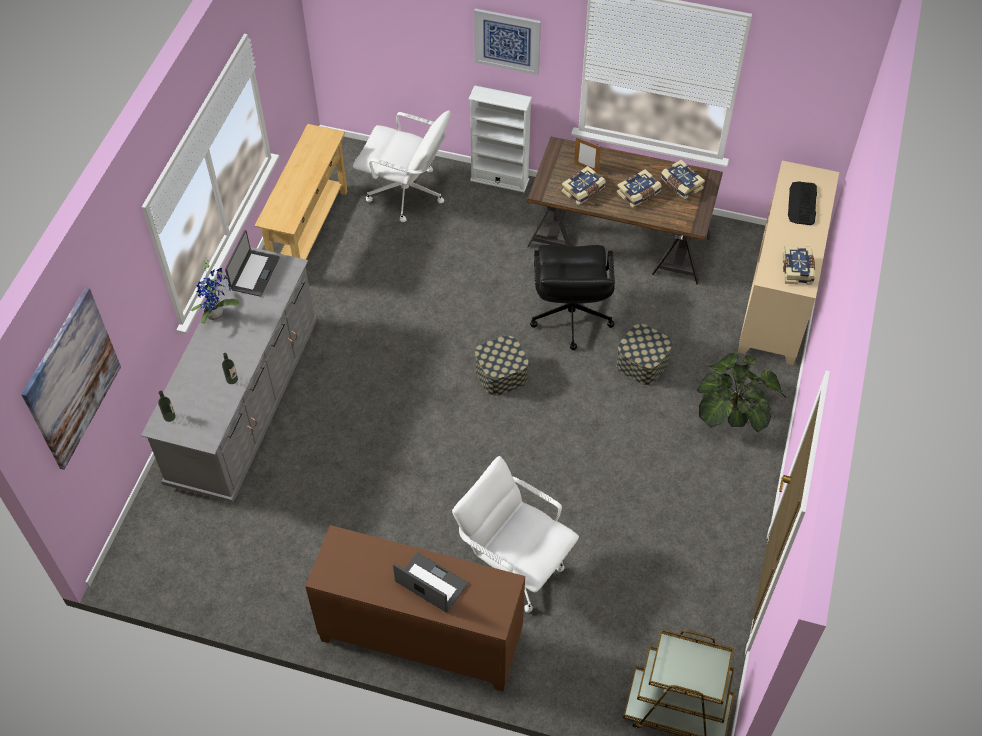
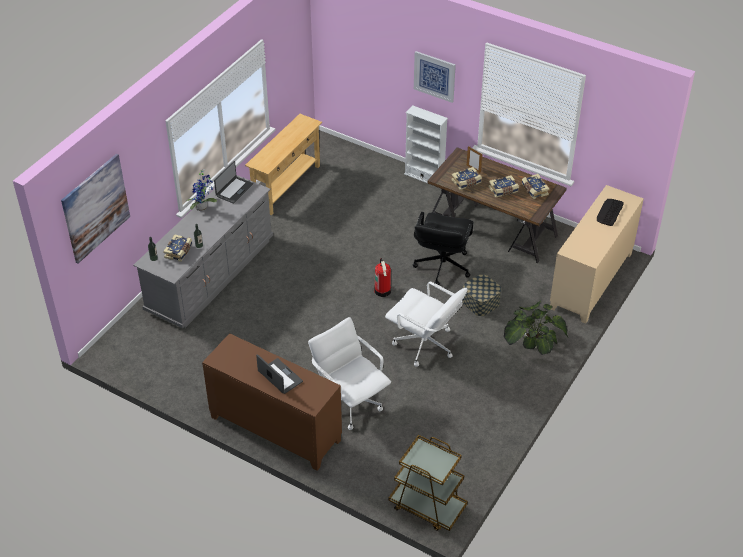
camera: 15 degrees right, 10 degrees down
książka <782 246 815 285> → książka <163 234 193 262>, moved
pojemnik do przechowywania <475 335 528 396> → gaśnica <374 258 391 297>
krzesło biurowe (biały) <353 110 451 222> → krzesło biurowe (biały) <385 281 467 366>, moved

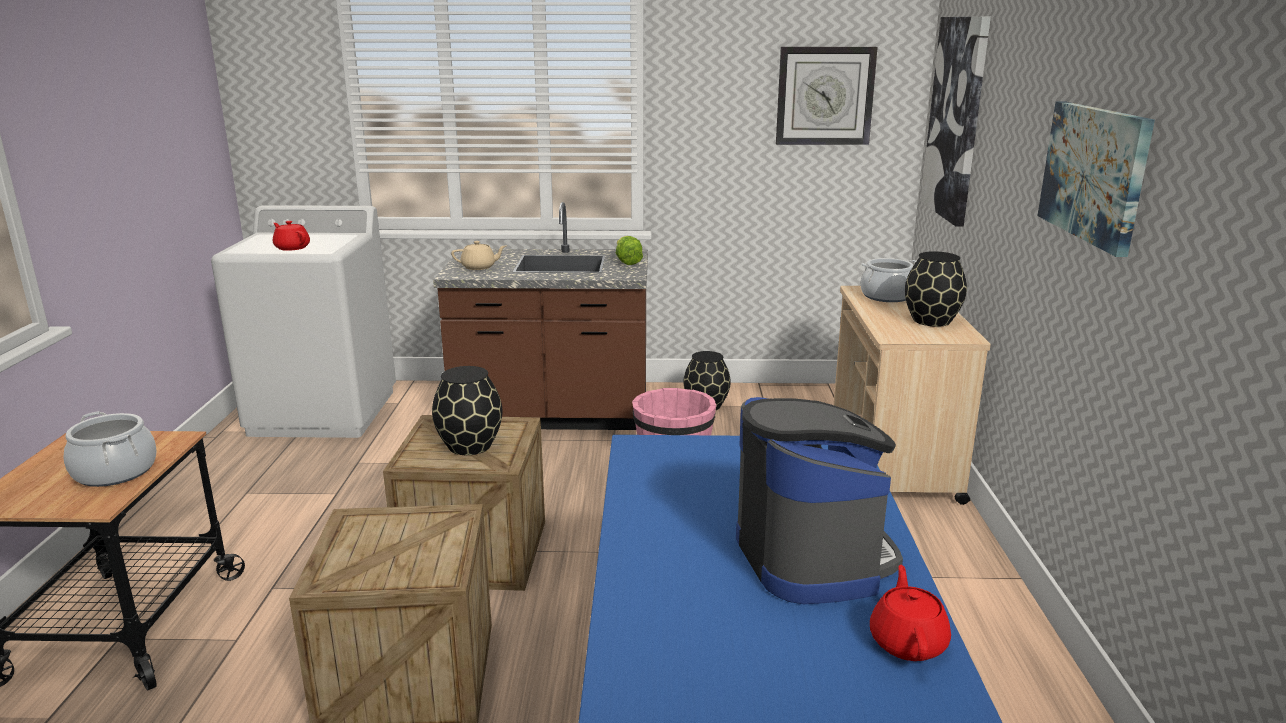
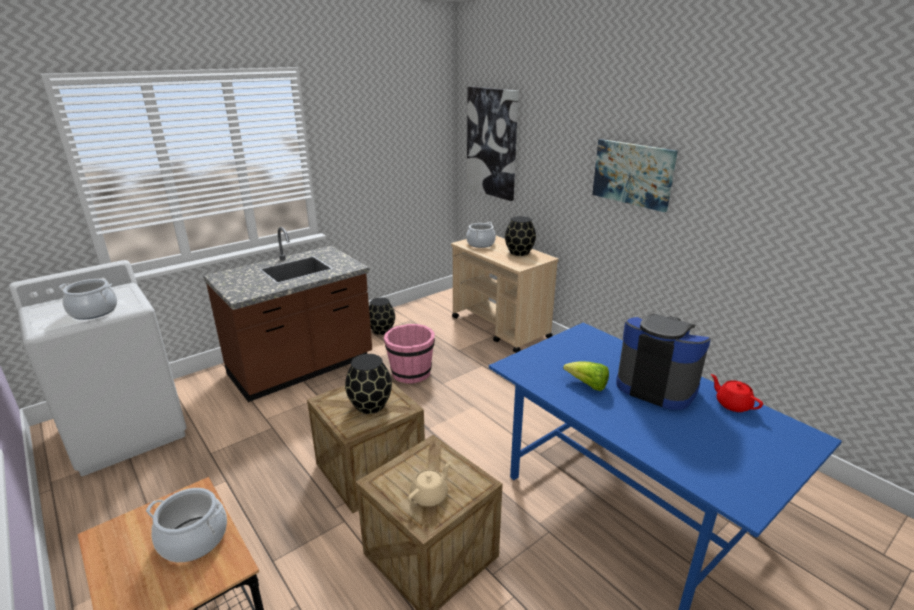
camera: 40 degrees left, 5 degrees up
imbryk (czerwony) <273 221 310 251> → garnek <58 279 117 320>
imbryk (beżowy) <451 241 506 270> → imbryk (beżowy) <408 462 451 507>, moved
sałata <616 236 643 265> → sałata <563 362 609 391>, moved
zegar ścienny <776 47 878 145> → -

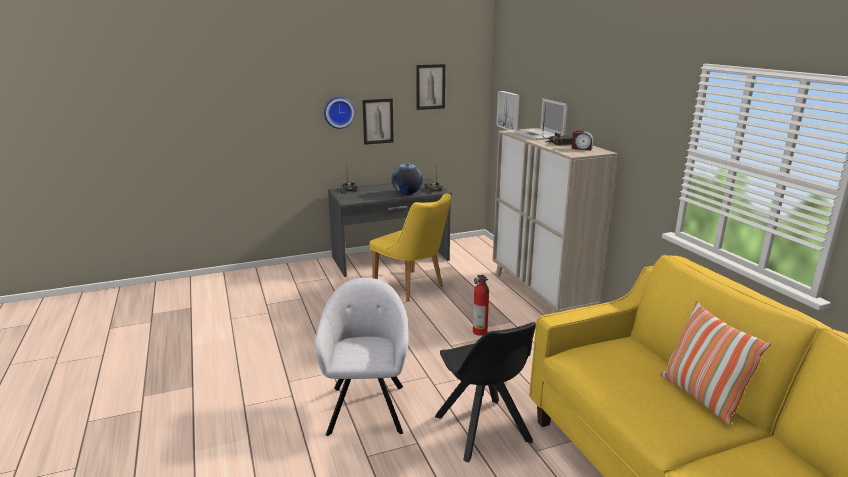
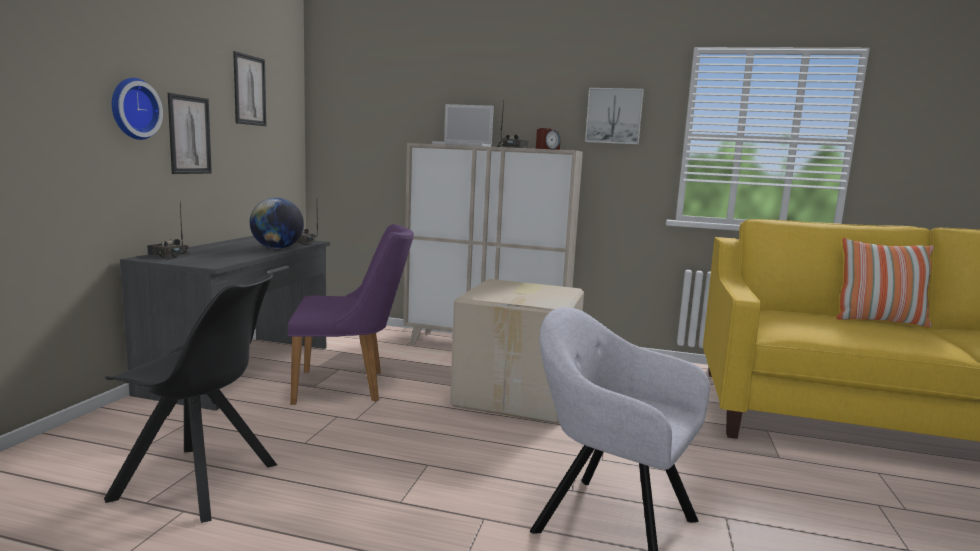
camera: 55 degrees left, 10 degrees down
krzesło (czarny) <435 322 536 463> → krzesło (czarny) <104 273 277 523>, moved
krzesło (żółty) <369 193 451 301> → krzesło (fioletowy) <287 224 414 405>
gaśnica <473 274 489 336> → karton <450 279 584 424>
obraz <496 91 519 130> → obraz <585 88 644 144>, moved

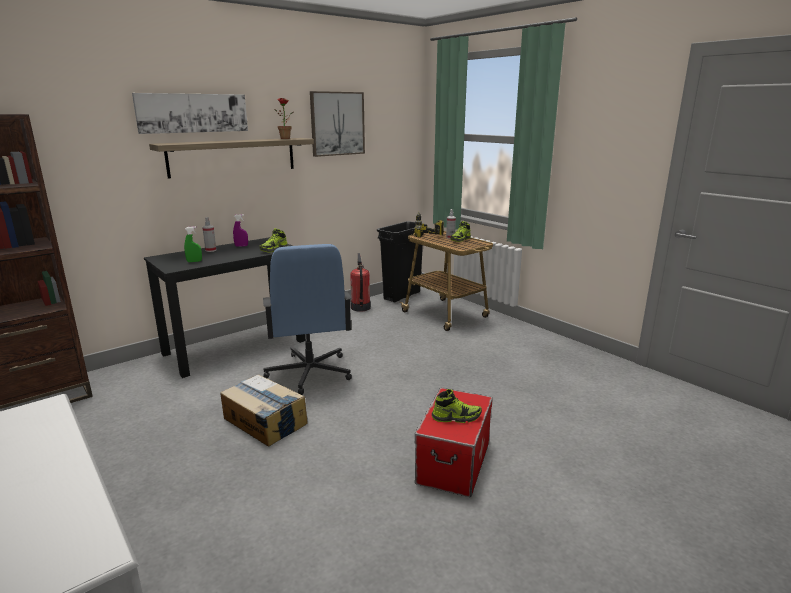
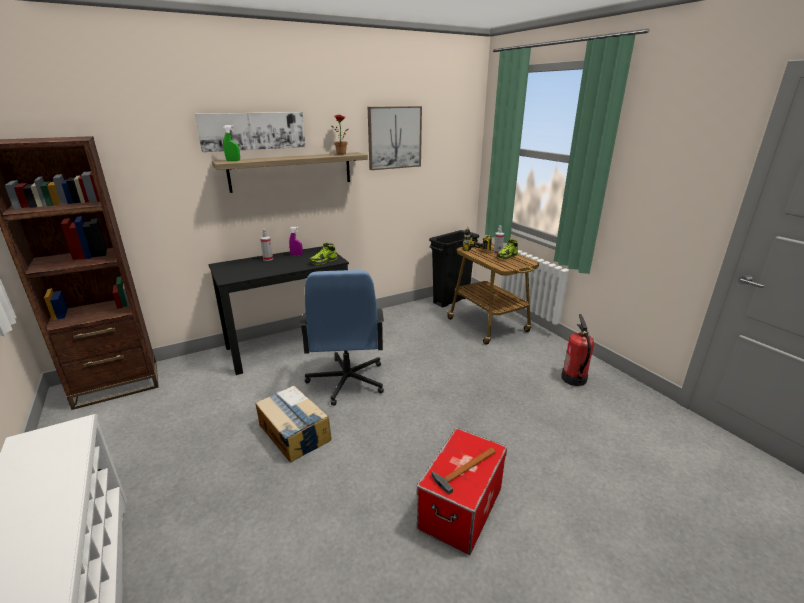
camera: 10 degrees right, 5 degrees up
spryskiwacz (zielony) <184 226 202 262> → spryskiwacz (zielony) <223 125 240 161>, moved
but <432 389 482 423> → młotek <431 448 496 495>
gaśnica <350 253 371 312> → gaśnica <561 314 594 386>, moved

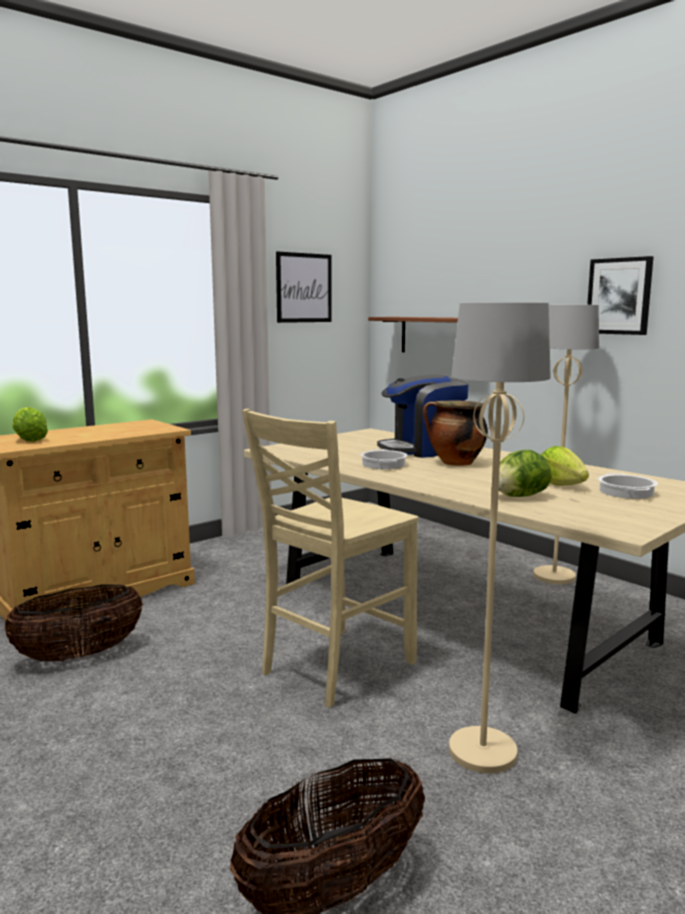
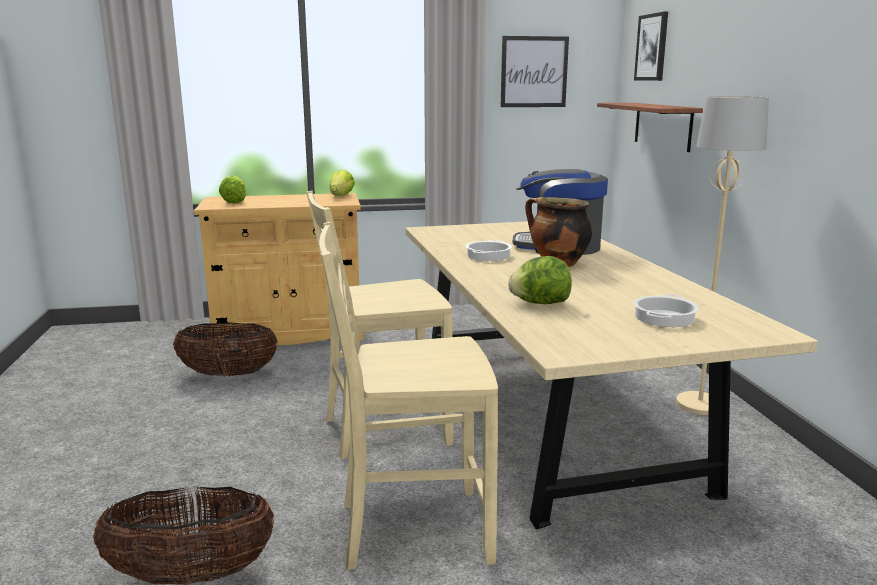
camera: 30 degrees right, 5 degrees up
lampa stojąca (beżowy) <449 303 551 773> → krzesło (beżowy) <319 222 498 571>
sałata <541 446 589 486> → sałata <330 170 355 196>, moved
obraz <587 256 654 335> → obraz <634 12 668 81>, moved

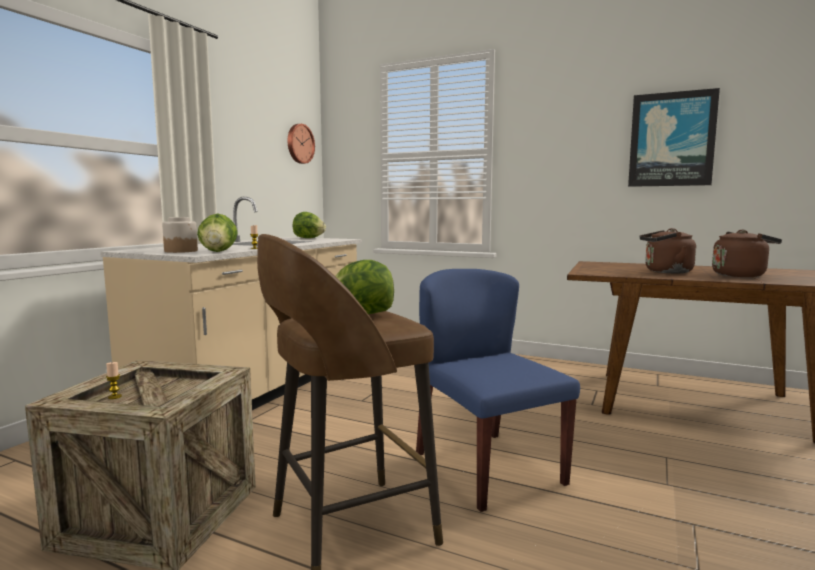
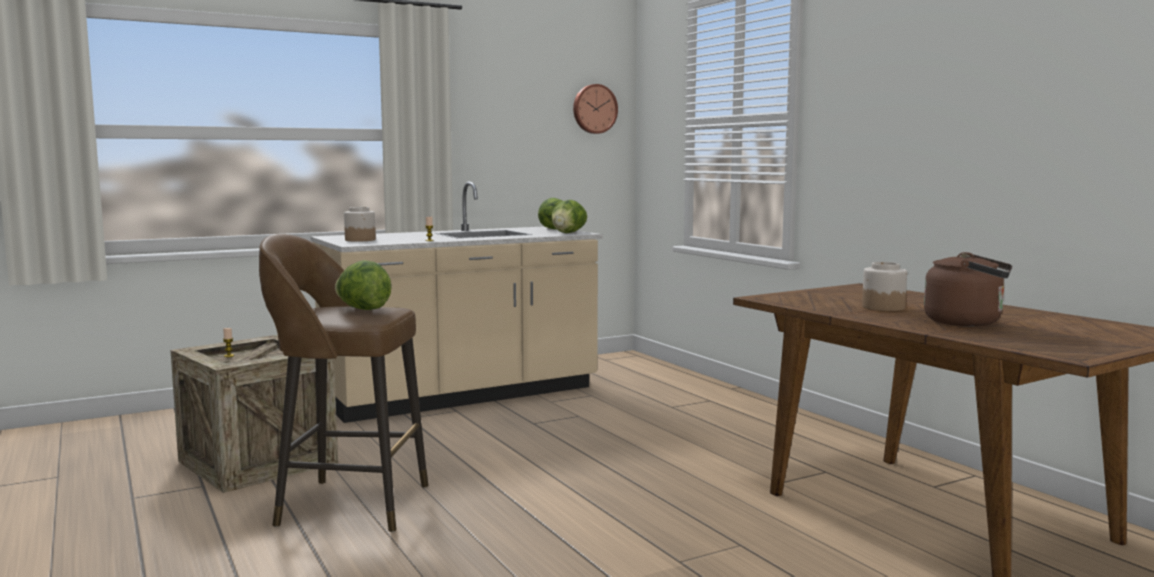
camera: 35 degrees right, 0 degrees up
sałata <197 214 238 252> → sałata <551 200 587 233>, moved
czajnik (brązowy) <639 228 696 273> → słoik <862 262 907 311>
krzesło (niebieski) <416 269 580 512> → -
obraz <628 88 720 187> → -

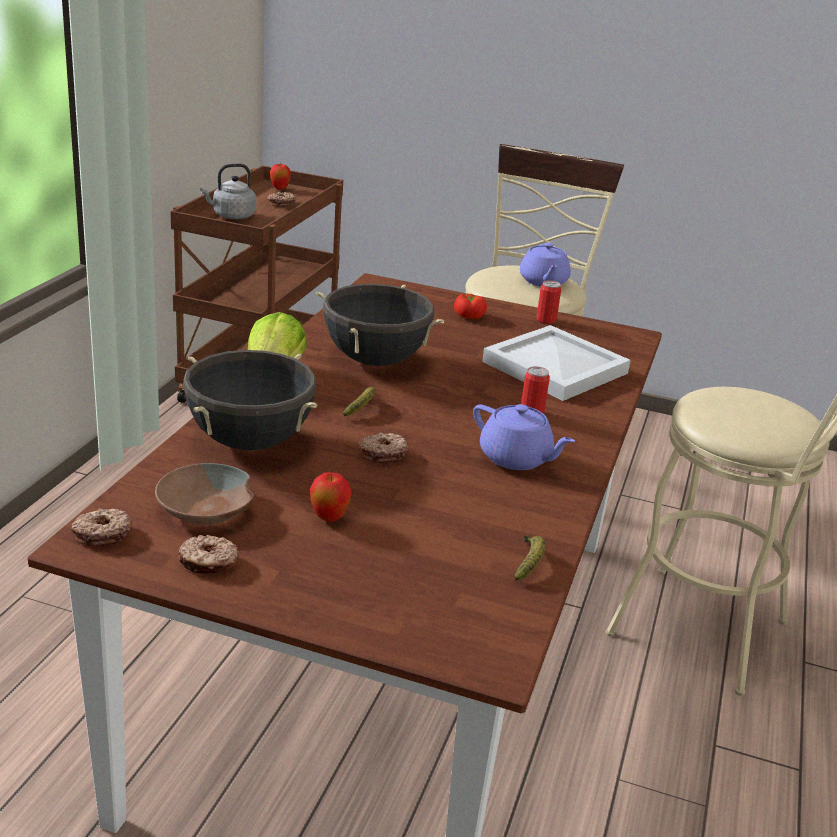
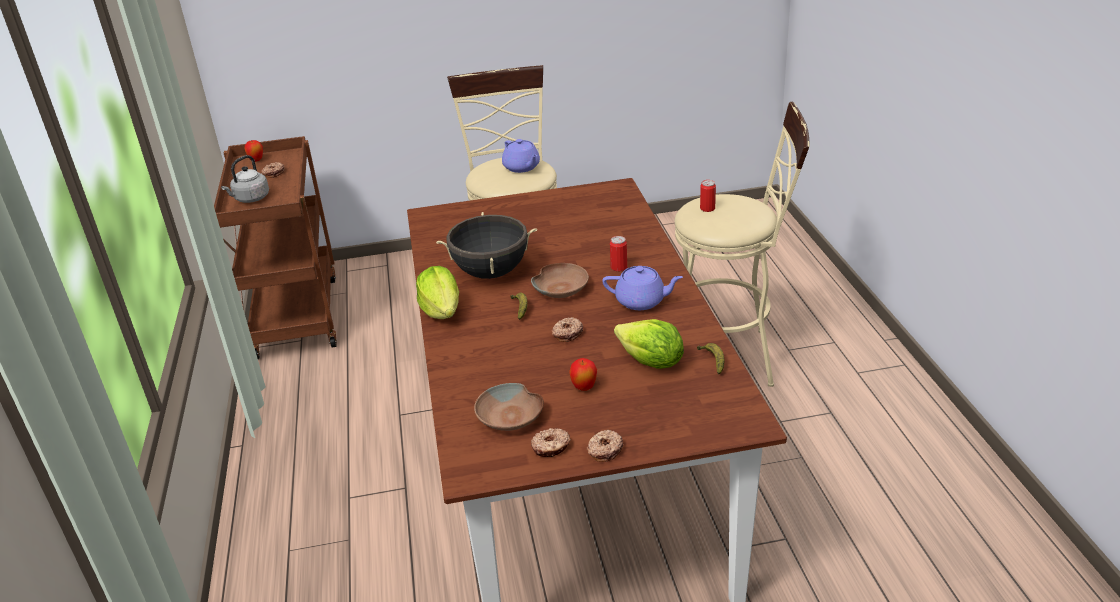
camera: 25 degrees left, 5 degrees up
- → miska (brązowy) <531 263 589 298>
donut <71 508 132 547> → donut <587 430 623 462>, moved
- → sałata <614 319 684 369>
puszka <536 280 561 324> → puszka <700 180 716 212>, moved
garnek (czarny) <183 350 318 450> → -
pomidor <454 294 487 319> → -
taca (biały) <482 325 631 401> → -

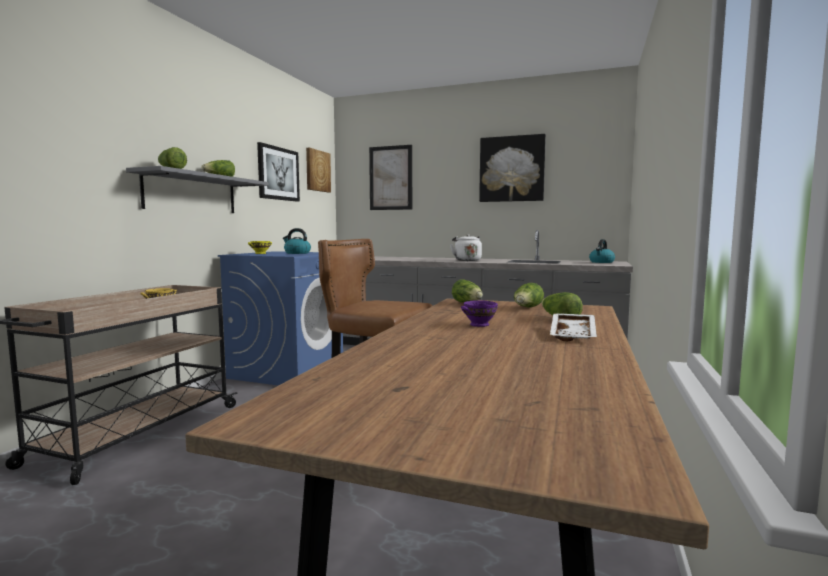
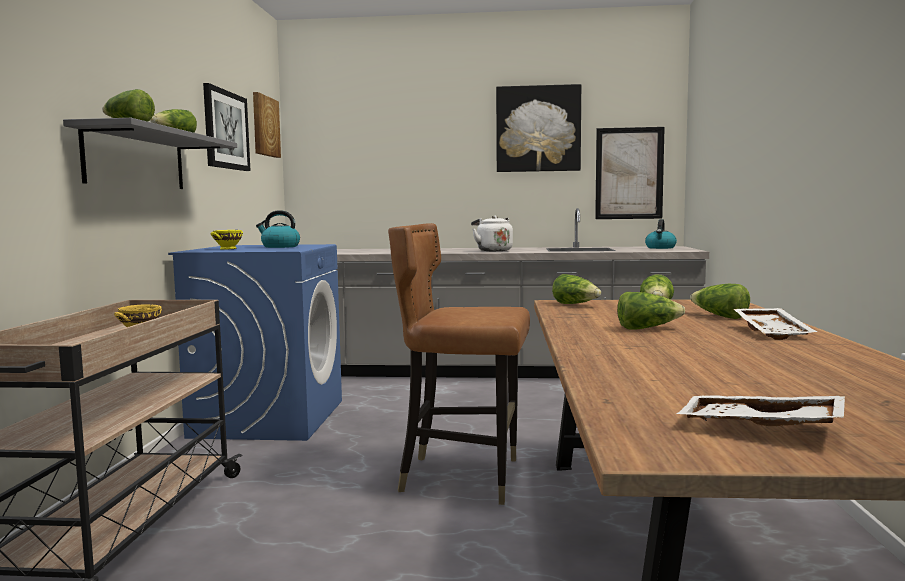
camera: 15 degrees left, 0 degrees up
obraz <369 145 412 210> → obraz <595 127 665 219>, moved
miska (fioletowy) <461 300 498 327> → sałata <617 292 685 330>
- → taca (biały) <676 395 845 426>

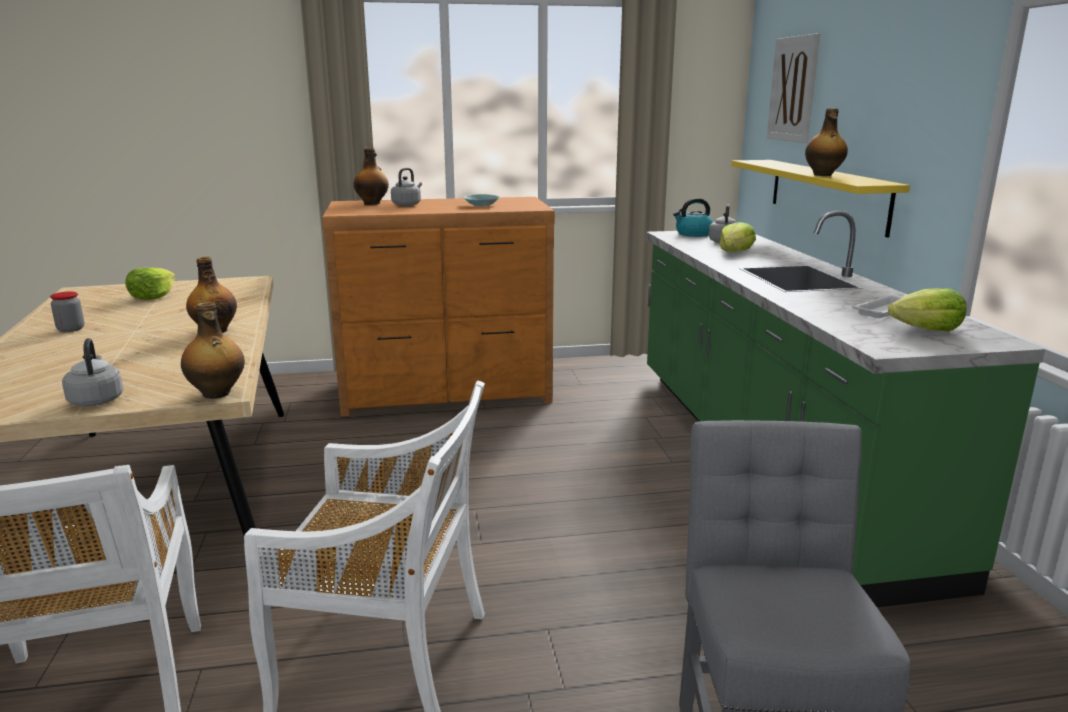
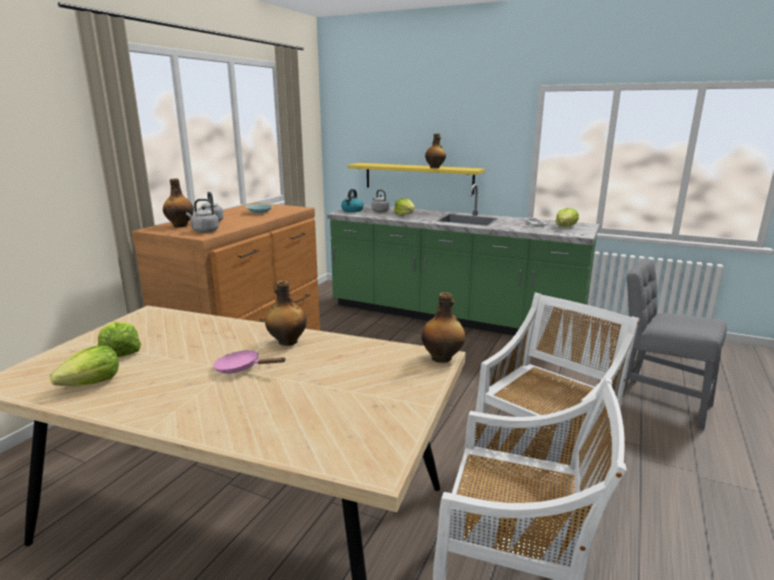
camera: 55 degrees left, 0 degrees up
- → sałata <49 346 119 386>
czajnik (szary) <62 338 123 406> → czajnik (szary) <186 199 219 233>, moved
- → patelnia (różowy) <213 350 286 374>
słoik <50 291 84 332> → -
obraz <767 33 820 143> → -

